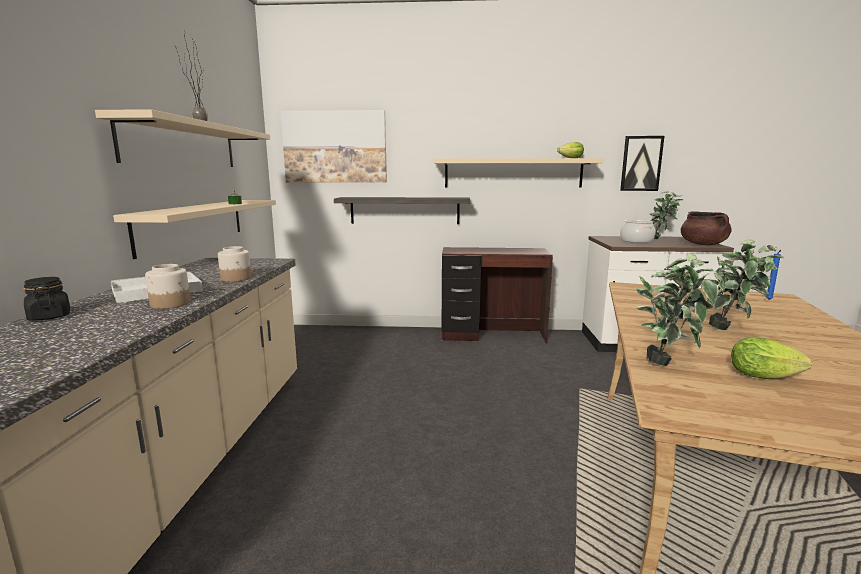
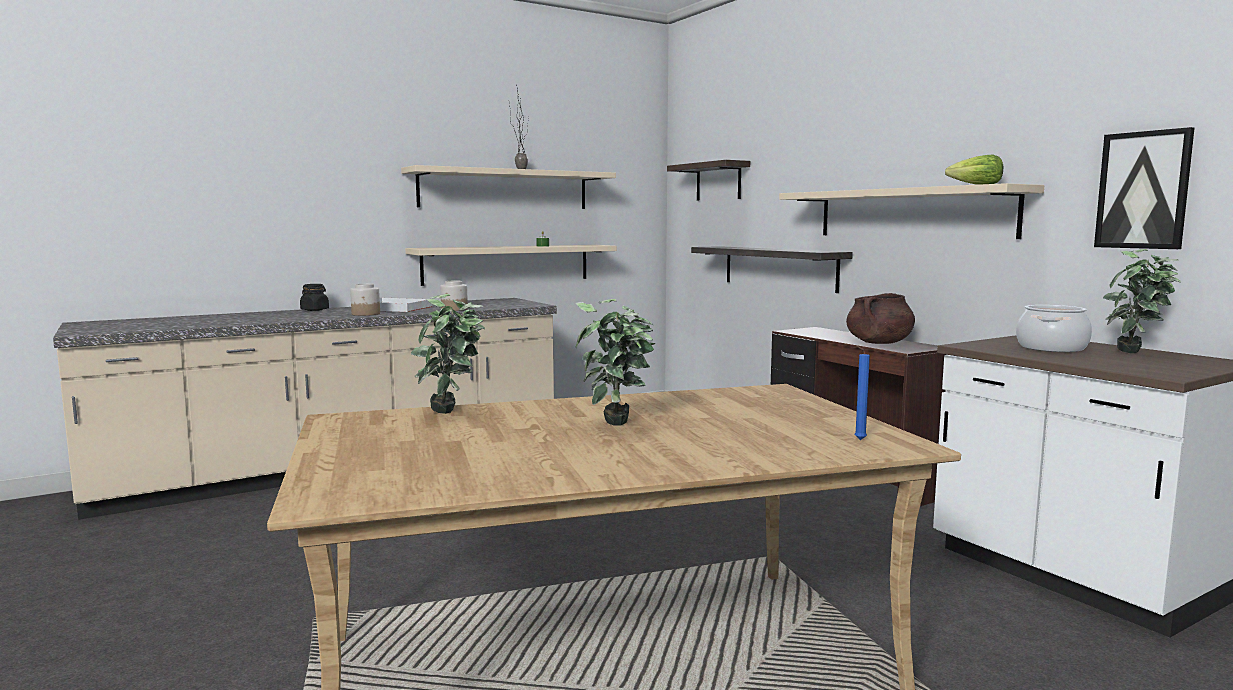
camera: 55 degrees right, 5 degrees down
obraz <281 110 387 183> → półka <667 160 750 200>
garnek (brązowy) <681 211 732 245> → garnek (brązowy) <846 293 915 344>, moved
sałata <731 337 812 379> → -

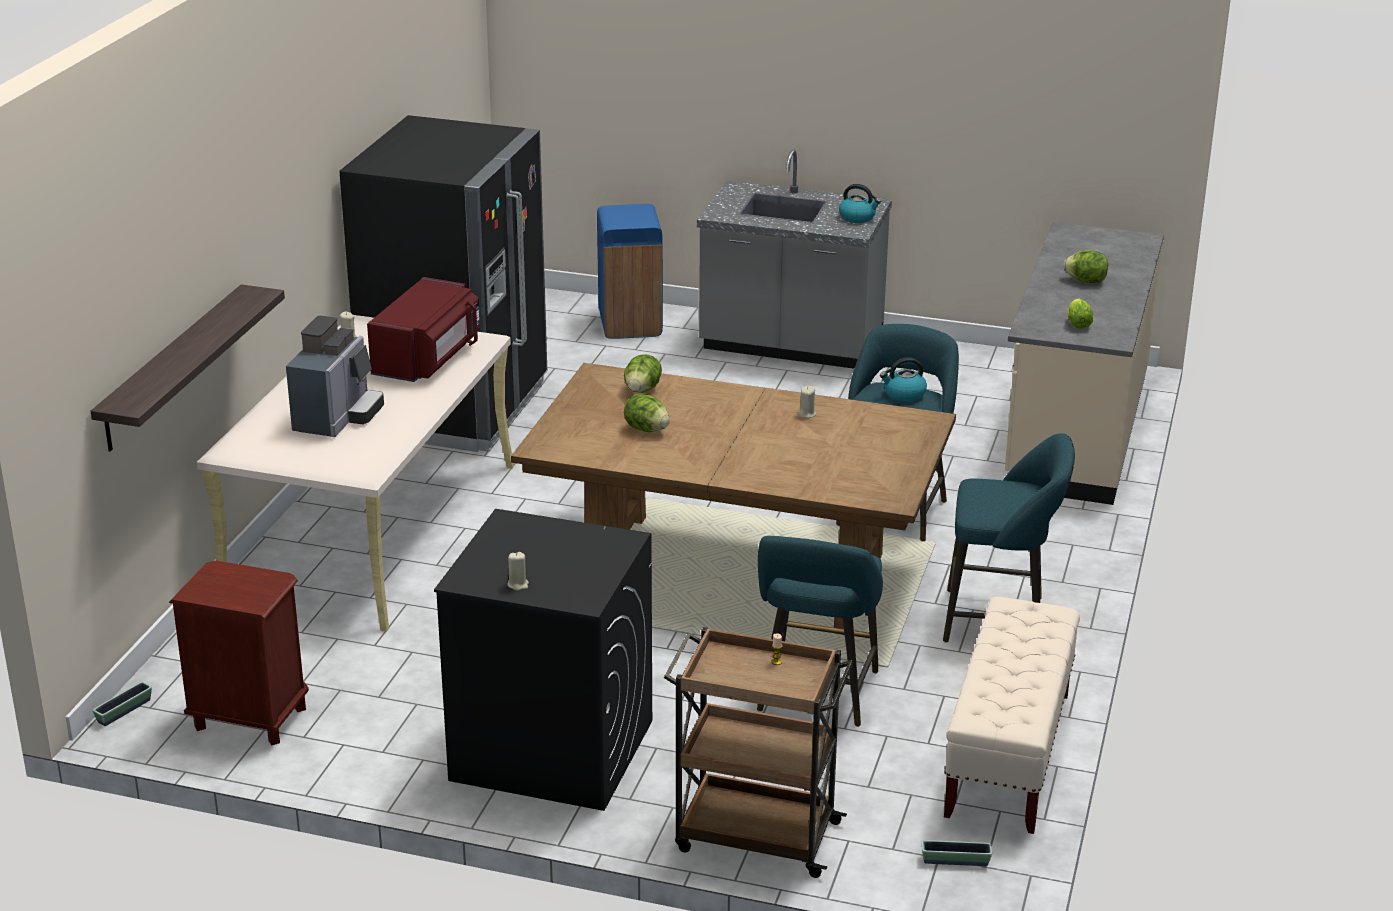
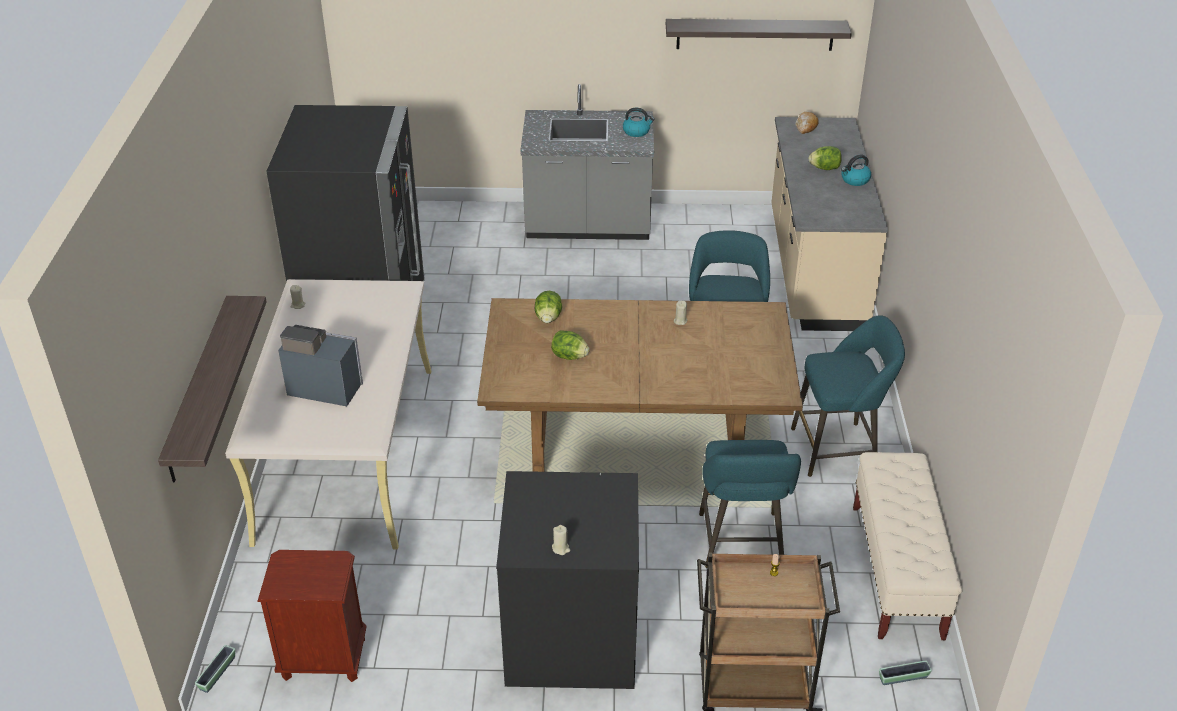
camera: 15 degrees left, 10 degrees up
ekspres do kawy <286 315 384 437> → ekspres do kawy <278 325 363 406>, 75 degrees counterclockwise
- → półka <666 19 852 51>
- → chleb <795 112 819 134>
czajnik <880 357 927 402> → czajnik <841 154 871 186>, moved
mikrofalówka (czerwony) <367 277 480 382> → -
kosz na śmieci (niebieski) <597 204 663 339> → -
sałata <1067 299 1093 329> → -

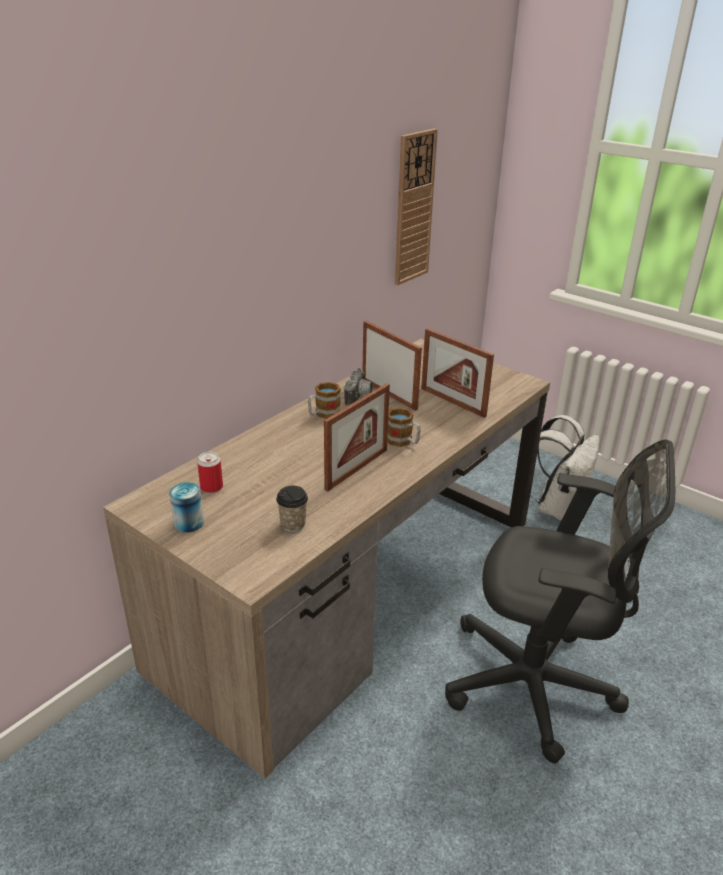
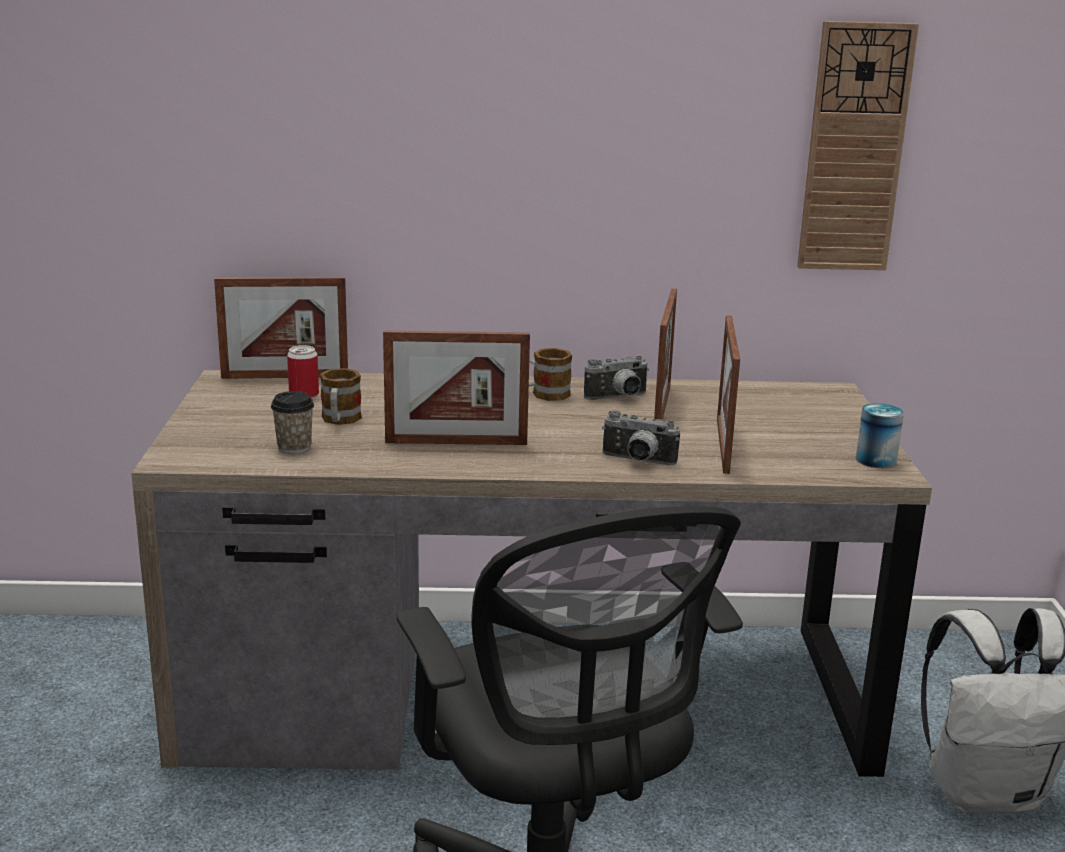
camera: 50 degrees right, 10 degrees down
- → ramka na zdjęcie <214 277 348 379>
kubek <387 407 421 447> → kubek <320 368 362 425>, moved
- → aparat fotograficzny <602 411 680 465>
puszka <169 482 204 533> → puszka <856 403 904 468>, moved

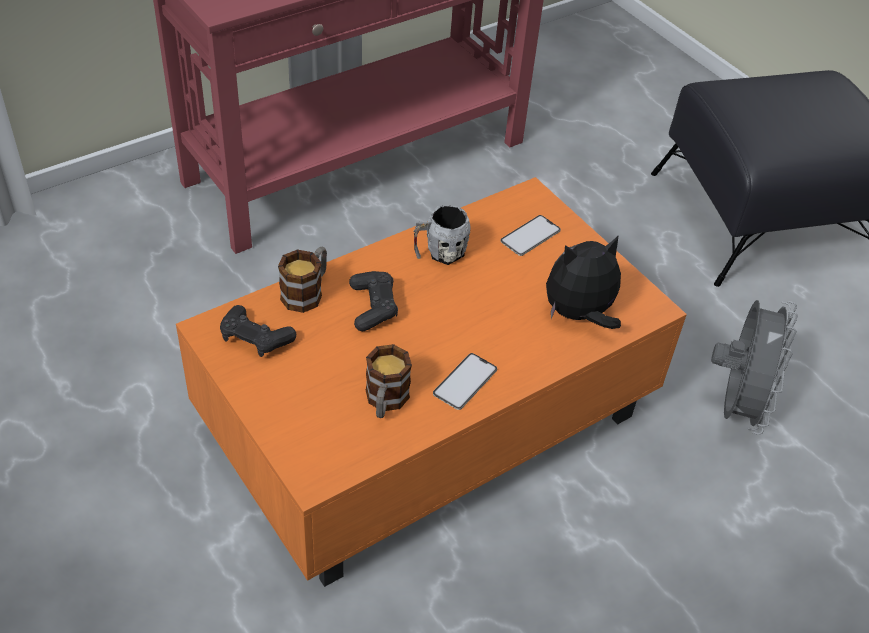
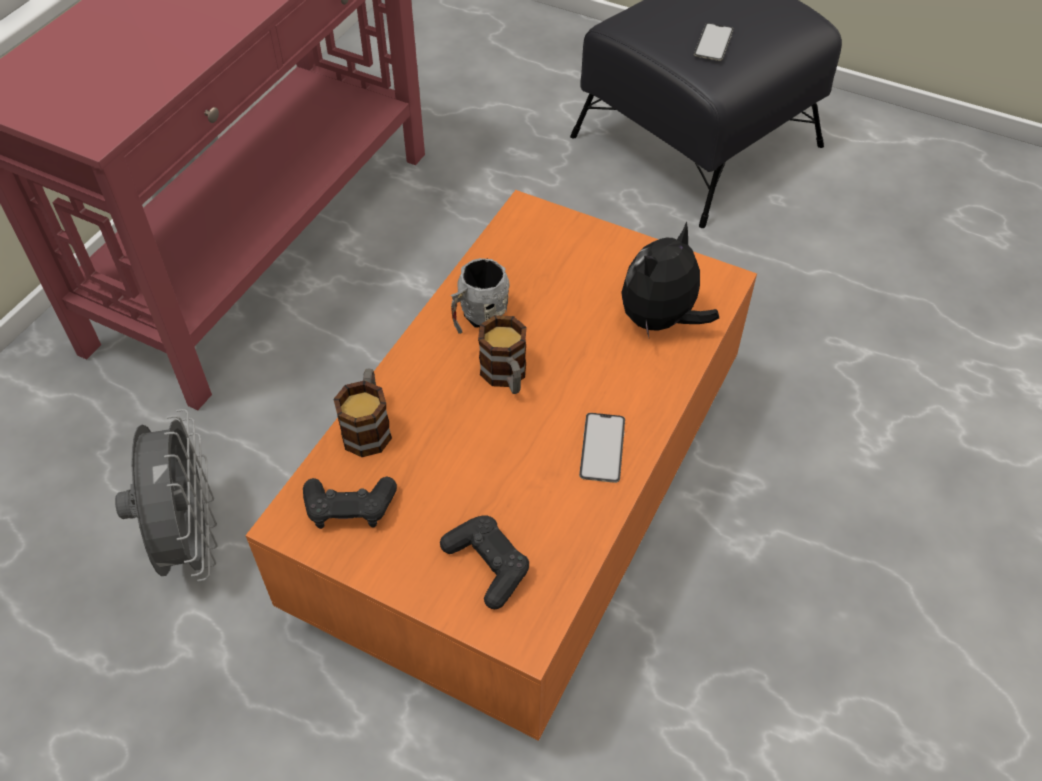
camera: 25 degrees left, 5 degrees up
wentylator (szary) <711 300 798 435> → wentylator (szary) <115 409 218 582>, moved
pad do gier (czarny) <349 271 398 331> → pad do gier (czarny) <440 515 529 609>, moved
kubek <366 344 412 418> → kubek <478 315 527 394>, moved
telefon <500 215 561 256> → telefon <694 23 733 61>, moved

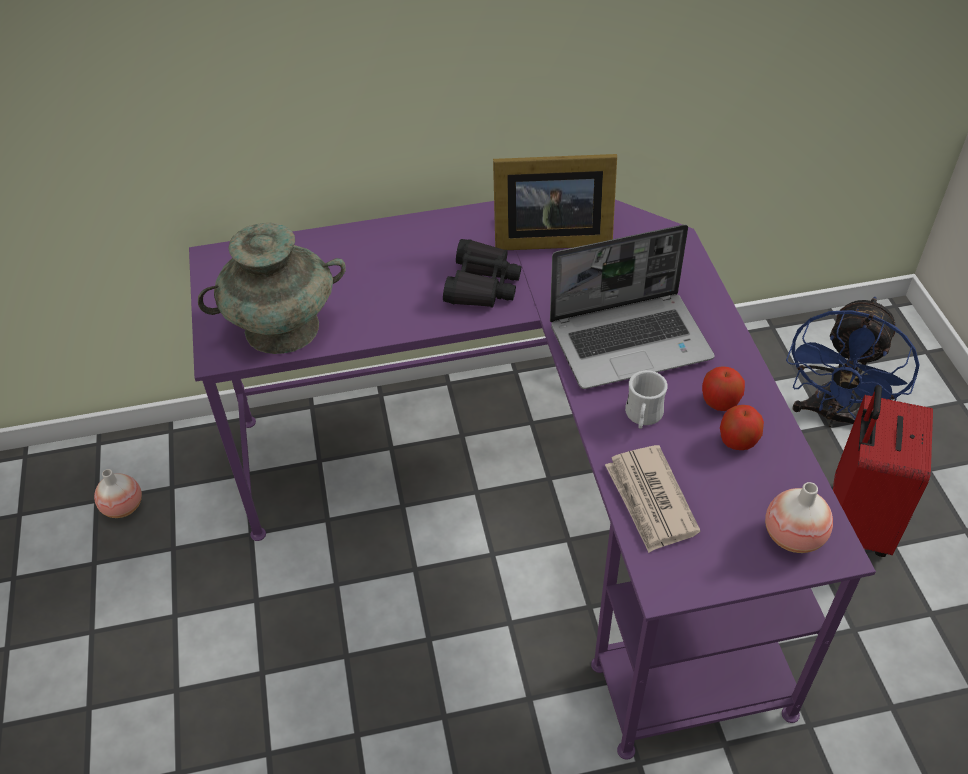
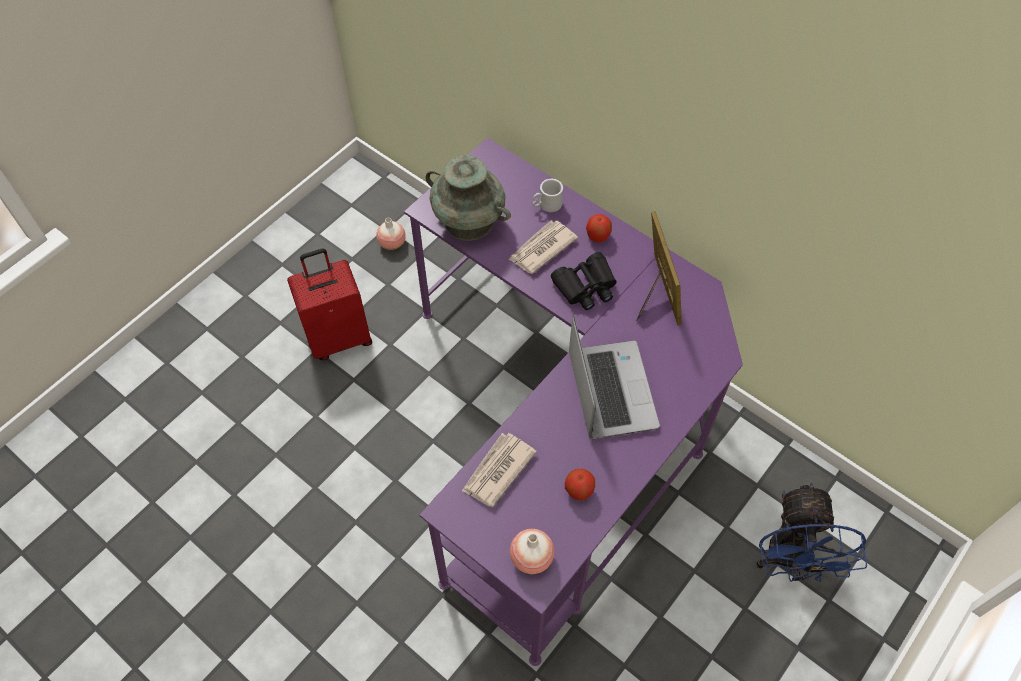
camera: 50 degrees right, 10 degrees up
walizka (czerwony) <833 385 933 557> → walizka (czerwony) <287 248 372 360>, moved
- → gazeta <508 221 578 274>
kubek (biały) <625 370 668 429> → kubek (biały) <532 179 563 212>, moved
laptop <550 224 715 389> → laptop <569 315 660 439>, 135 degrees counterclockwise
jabłko <702 366 745 411> → jabłko <586 214 612 242>, moved
ramka na zdjęcie <493 154 617 250> → ramka na zdjęcie <636 211 682 326>, 150 degrees counterclockwise
wentylator (niebieski) <786 297 920 427> → wentylator (niebieski) <756 483 867 582>, 75 degrees counterclockwise

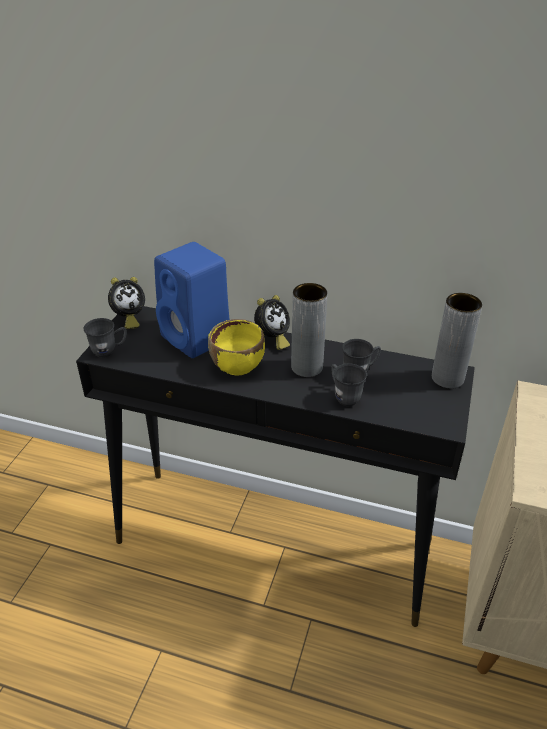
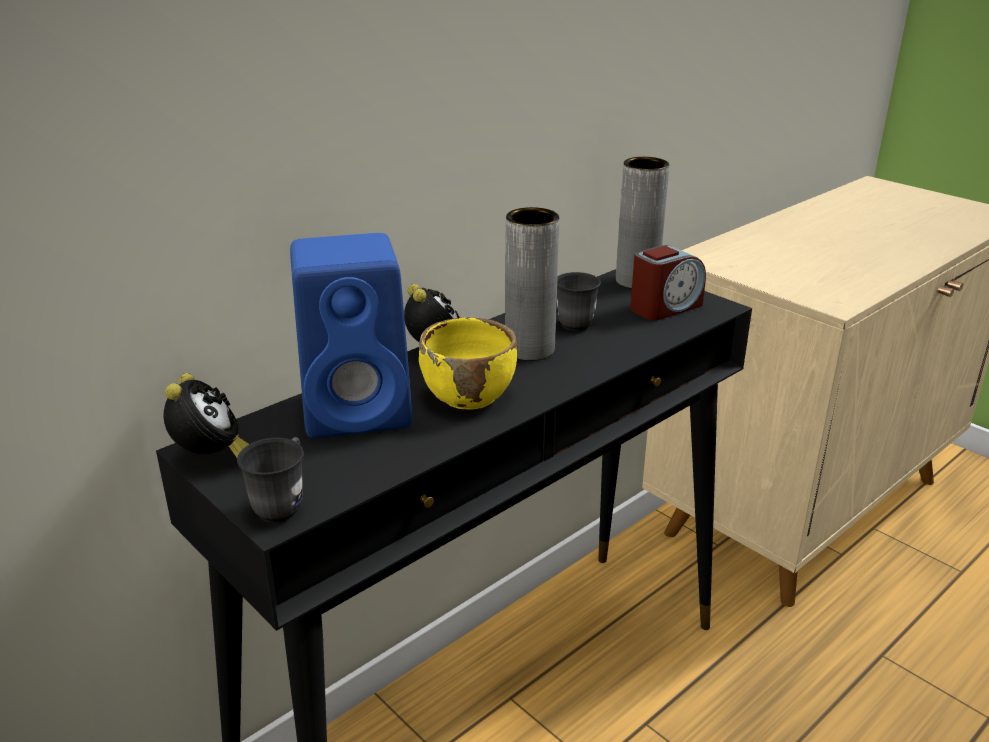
camera: 60 degrees left, 10 degrees down
- → budzik <630 245 706 320>
kubek (szary) <331 363 367 406> → -

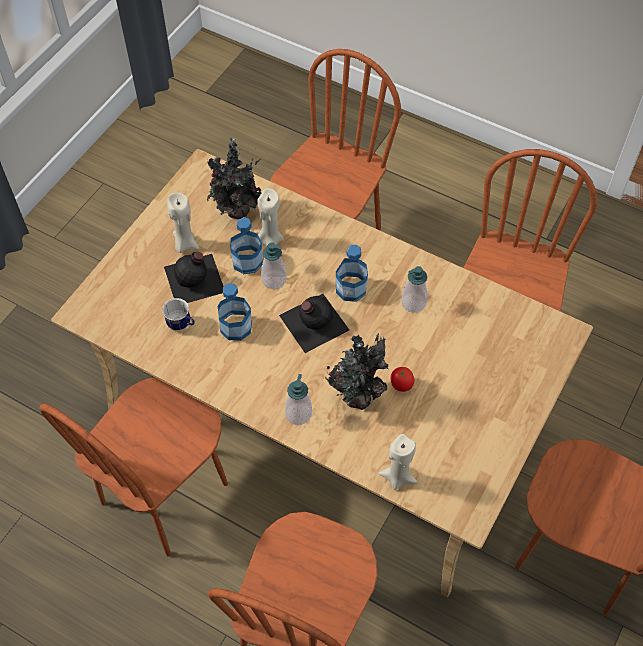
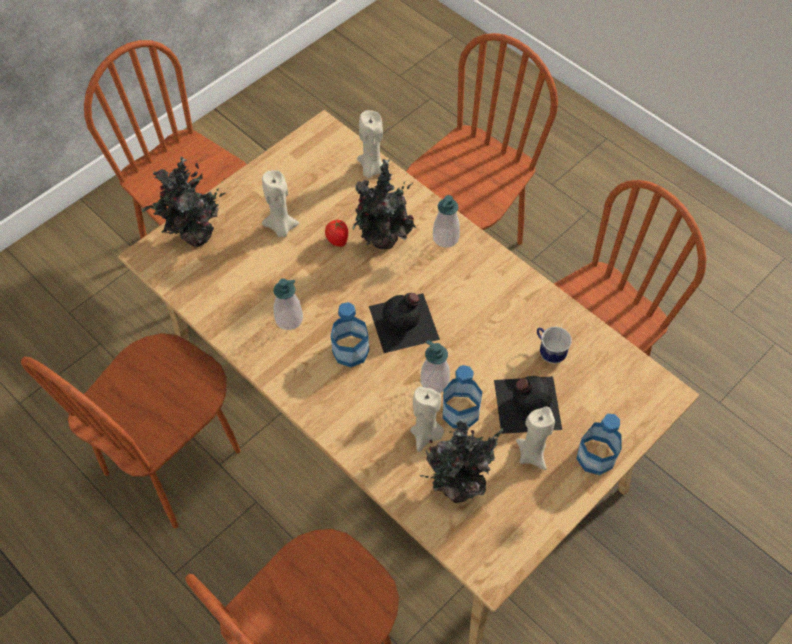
camera: 165 degrees left, 0 degrees up
- → roślina doniczkowa <142 156 226 247>
- → świeca (beżowy) <262 170 299 237>
butelka <218 283 252 341> → butelka <576 414 622 475>, moved

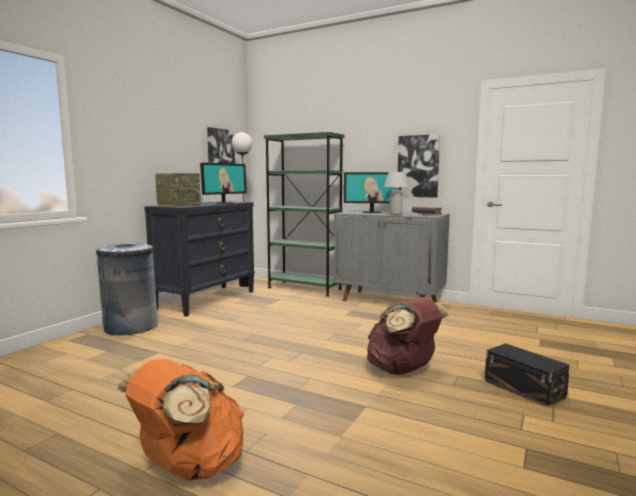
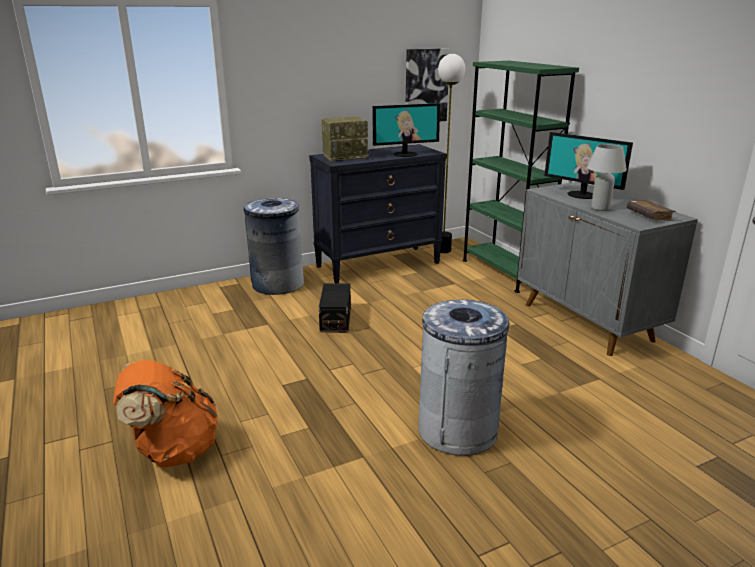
camera: 35 degrees right, 15 degrees up
pojemnik do przechowywania (czarny) <485 343 570 408> → pojemnik do przechowywania (czarny) <319 284 351 333>, moved
plecak (brązowy) <367 297 449 375> → kosz na śmieci (szary) <418 300 510 456>
obraz <398 134 440 198> → -

